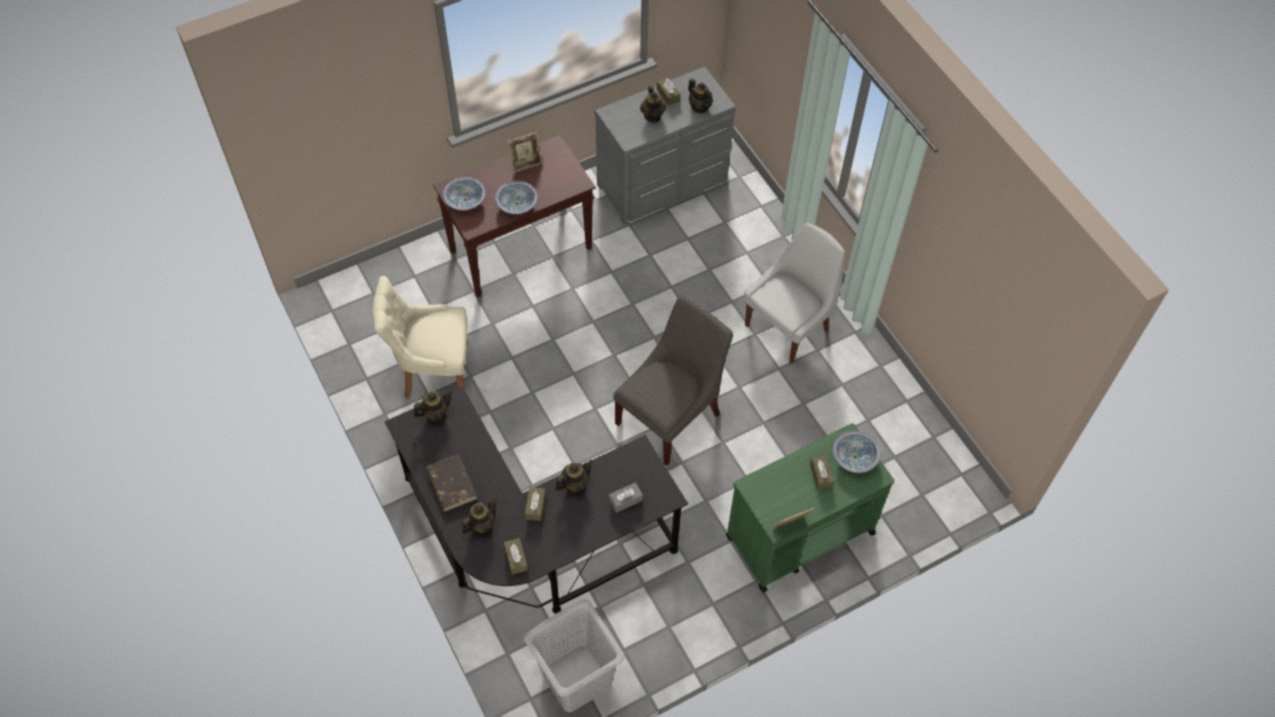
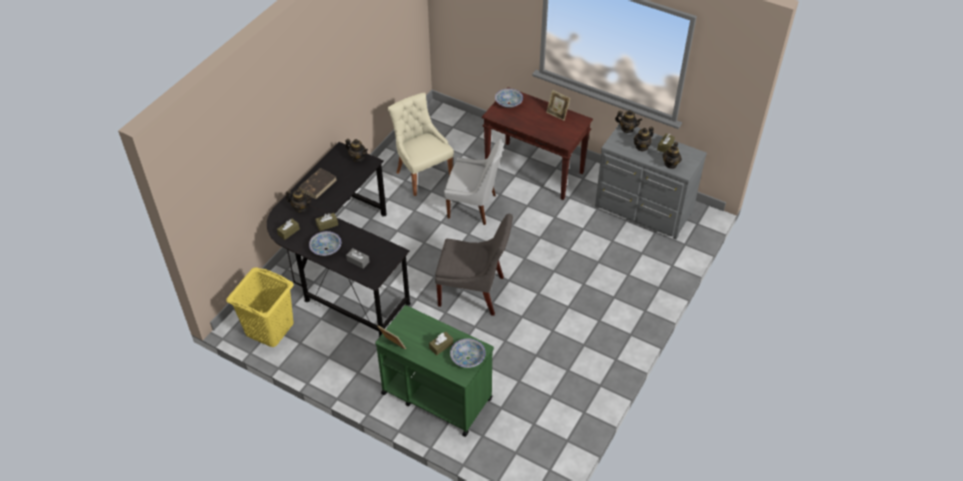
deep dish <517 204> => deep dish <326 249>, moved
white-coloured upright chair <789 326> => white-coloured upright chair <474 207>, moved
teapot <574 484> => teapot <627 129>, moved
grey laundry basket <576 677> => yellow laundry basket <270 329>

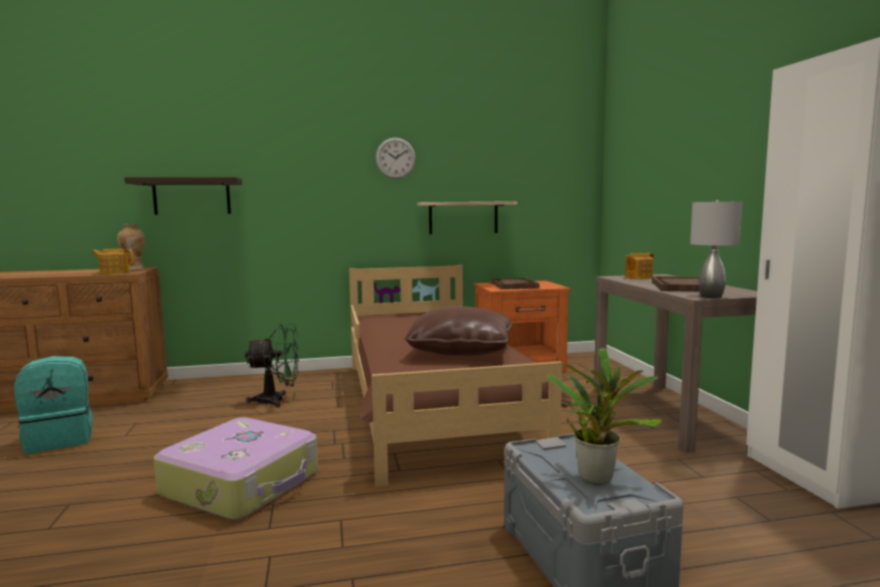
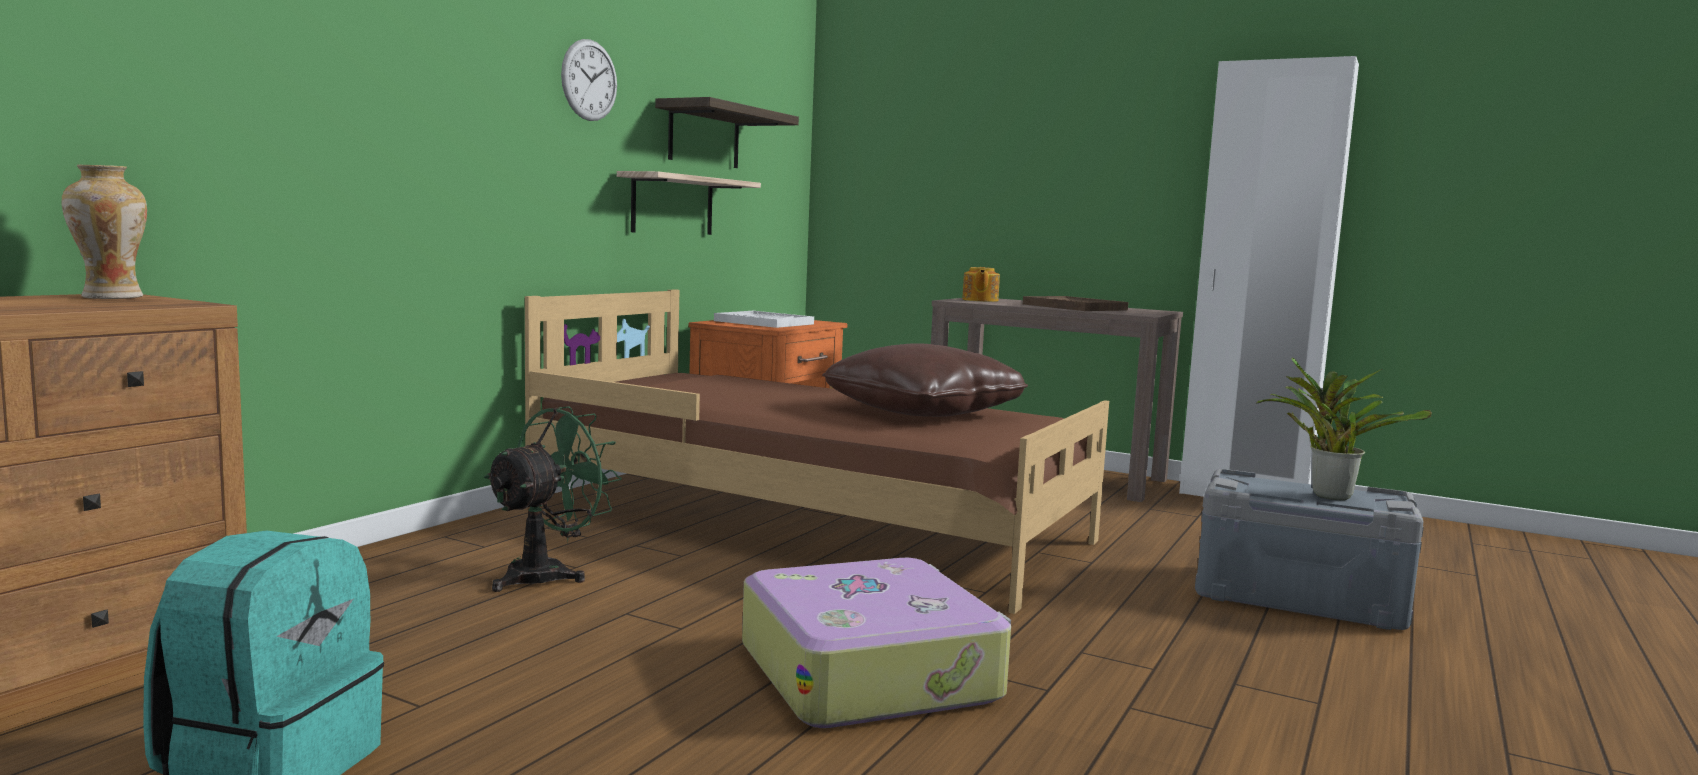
shelf <192 196> => shelf <704 136>, moved
grey table lamp <712 296> => nothing
teapot <114 272> => nothing
brown serving tray <514 285> => white-coloured serving tray <763 322>

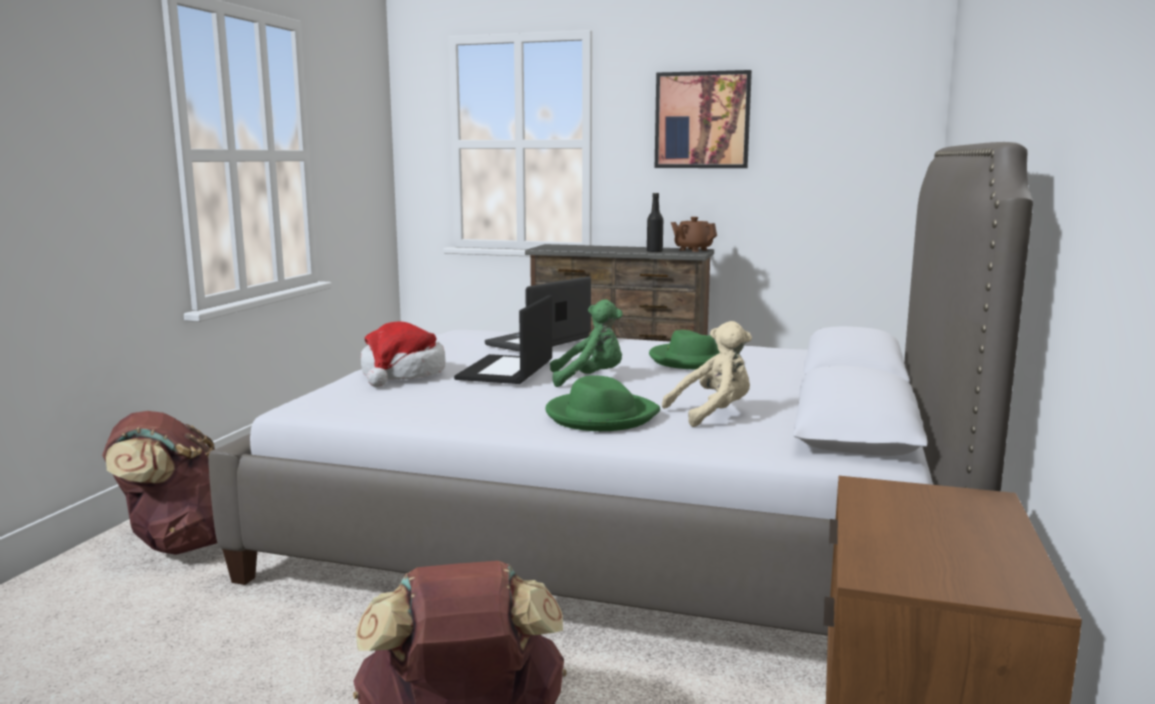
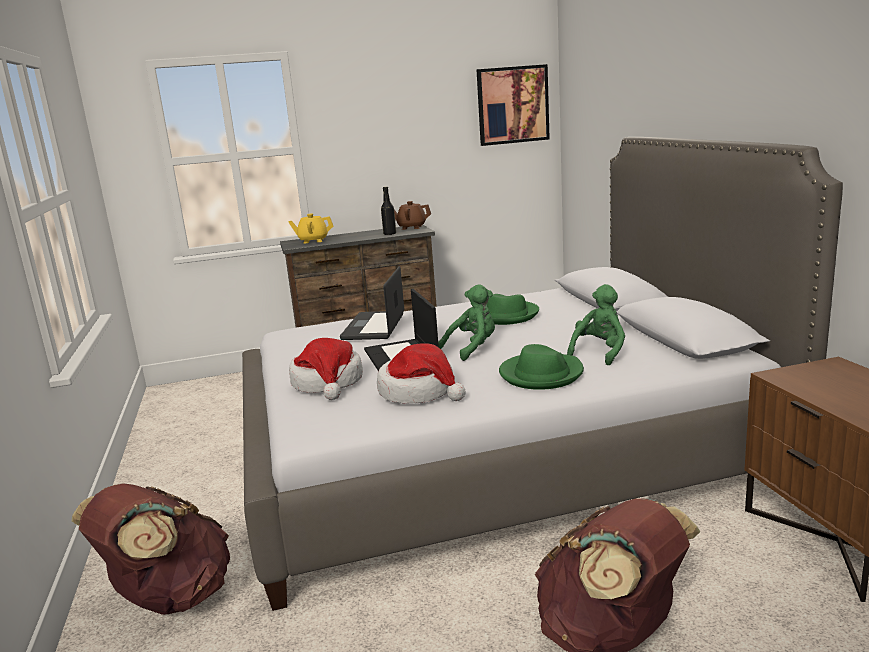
picture <702 120> => picture <512 105>, moved
beige cuddly toy <713 414> => green cuddly toy <599 352>
nothing => yellow teapot <313 241>
nothing => wearable hat <419 392>

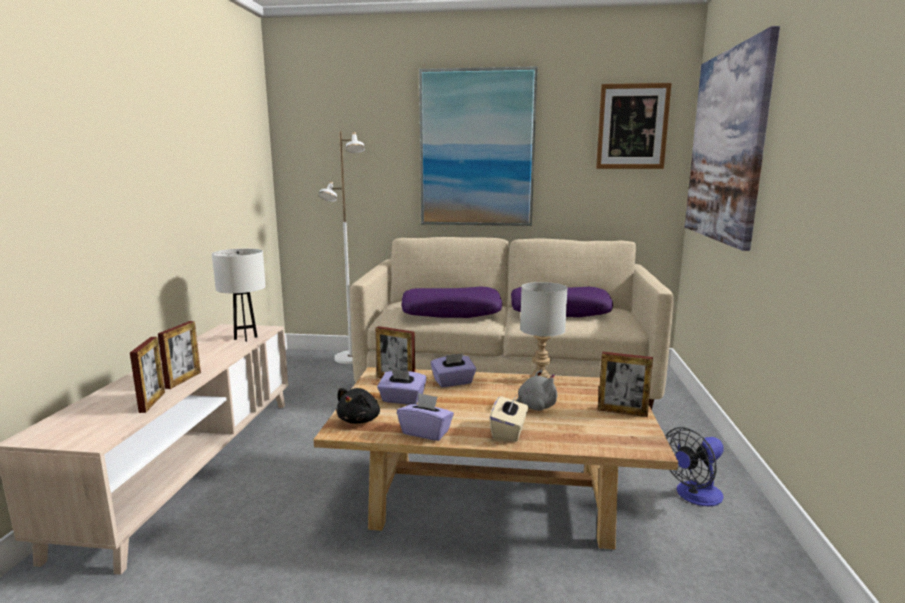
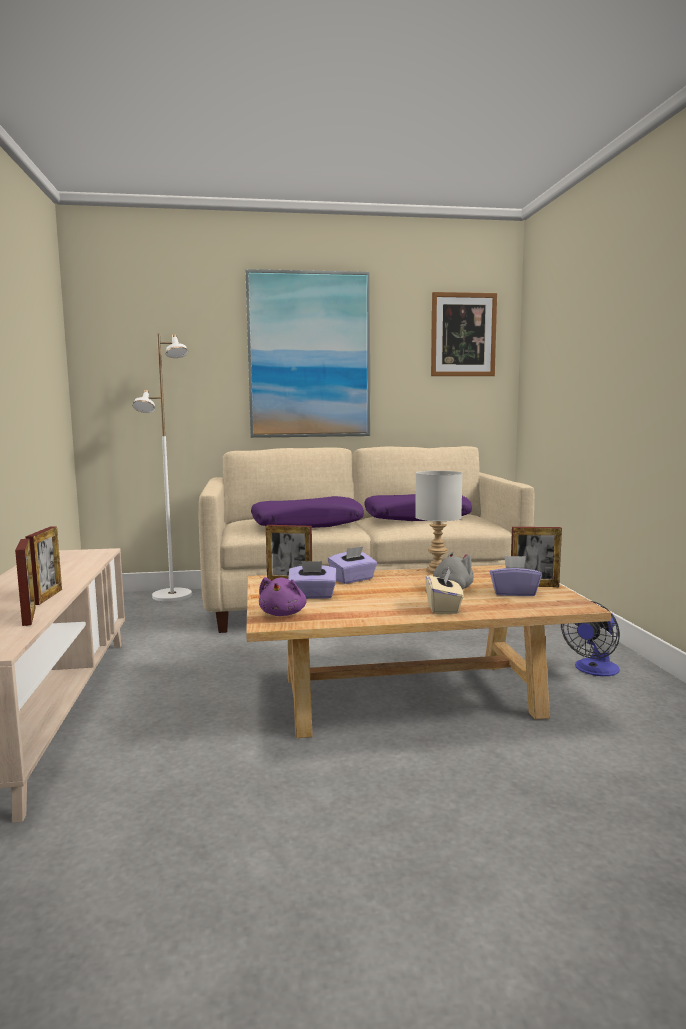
picture <726 146> => nothing
white-coloured table lamp <246 338> => nothing
black-coloured cuddly toy <360 420> => purplish cuddly toy <283 614>
purplish box of tissues <426 432> => purplish box of tissues <514 592>, moved

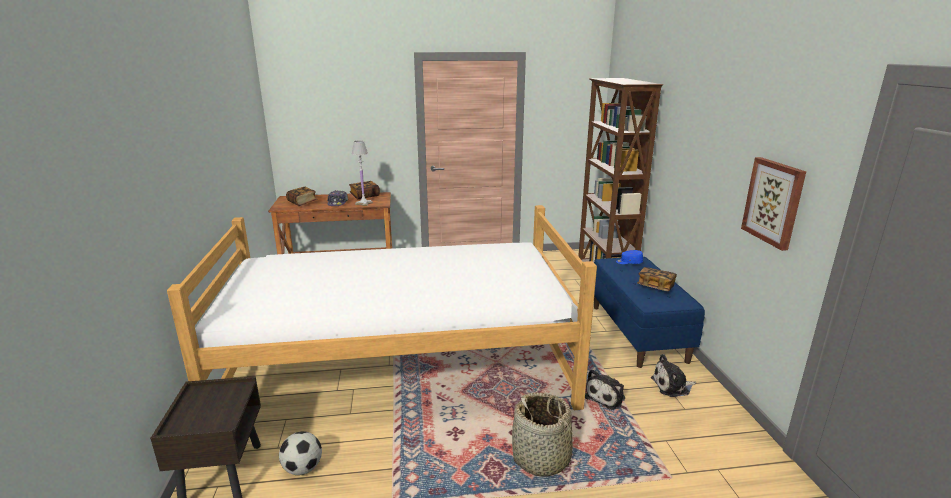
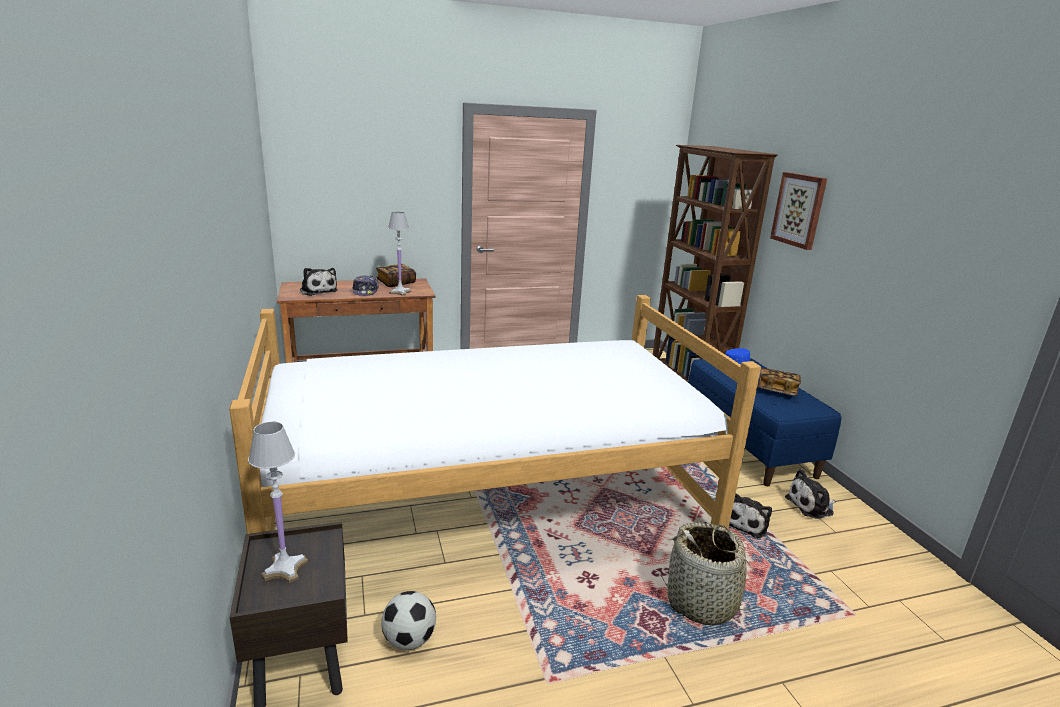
picture <773 202> => picture <799 210>, moved
book <302 202> => cuddly toy <318 291>
nothing => white-coloured table lamp <285 569>

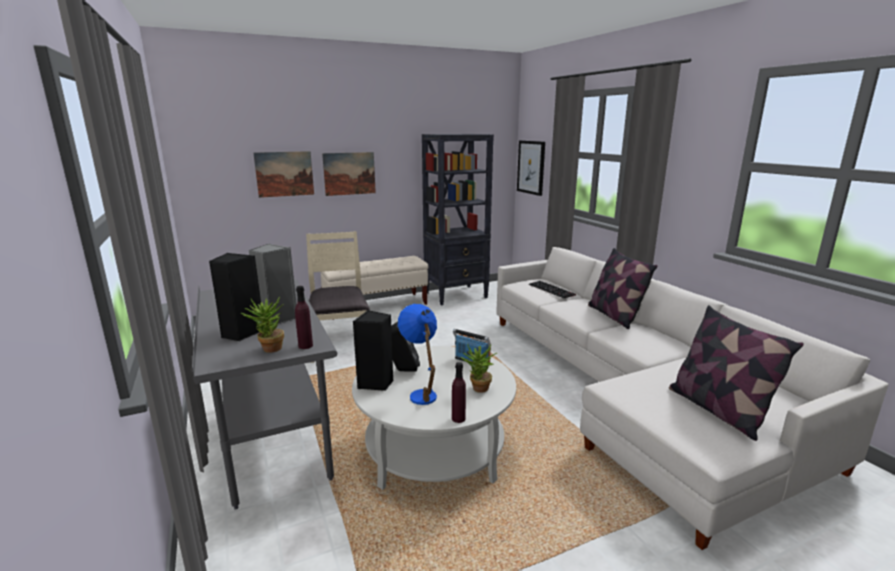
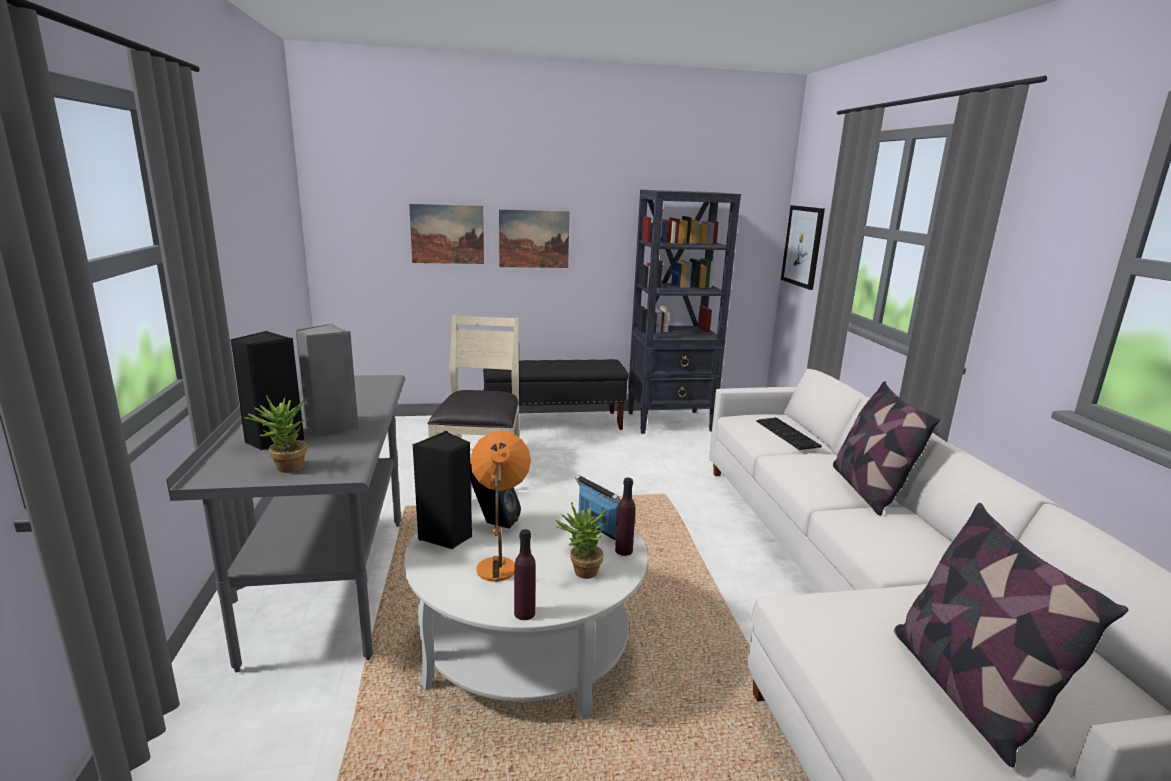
beige long seat <376 306> => black-coloured long seat <553 423>
purplish bottle <305 346> => purplish bottle <623 550>, moved
bluish table lamp <421 392> => orangey table lamp <499 561>

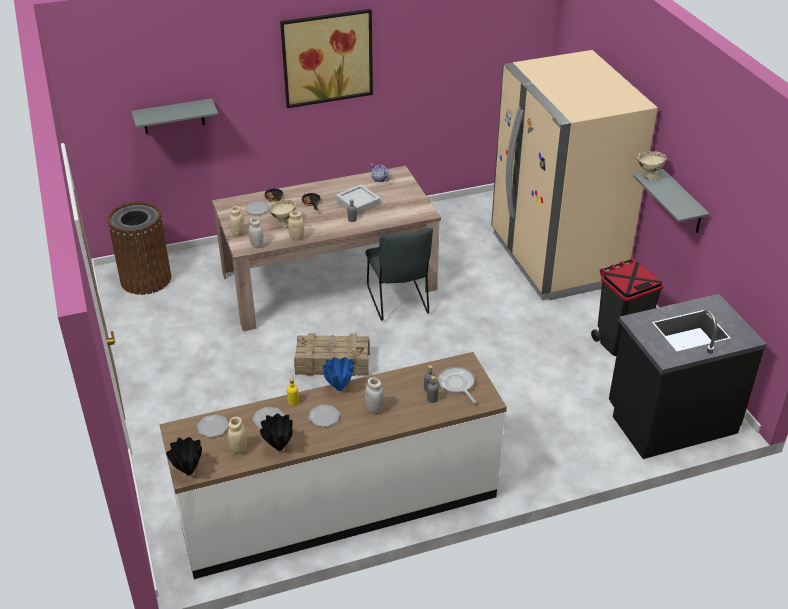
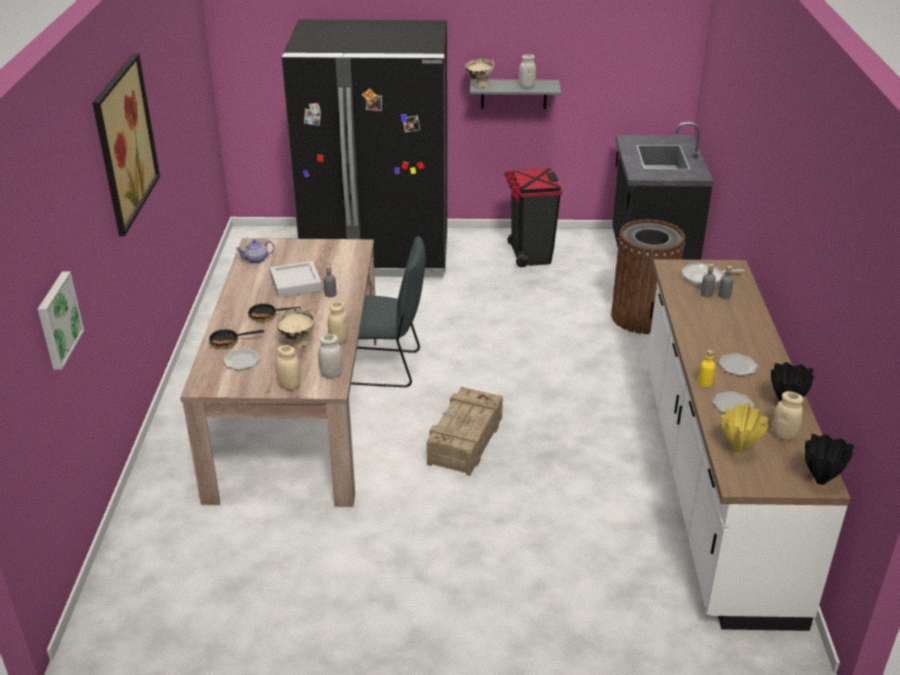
beige fridge <555 258> => black-coloured fridge <377 253>
grey shelf <173 116> => picture <57 319>
brown waste bin <146 279> => brown waste bin <641 317>, moved
bluish flower vase <339 388> => nothing
white-coloured preserve jar <374 408> => white-coloured preserve jar <526 87>, moved
plate <213 426> => yellow flower vase <738 450>

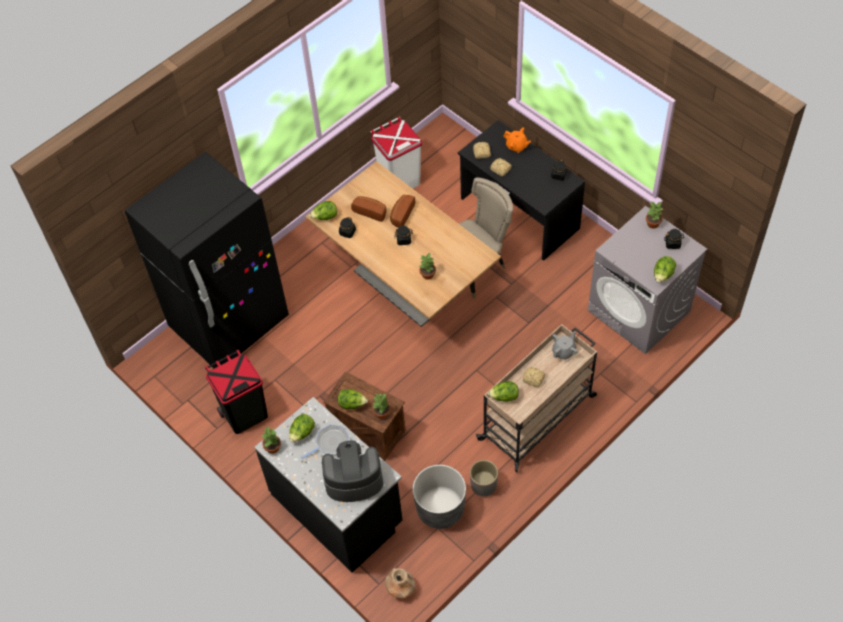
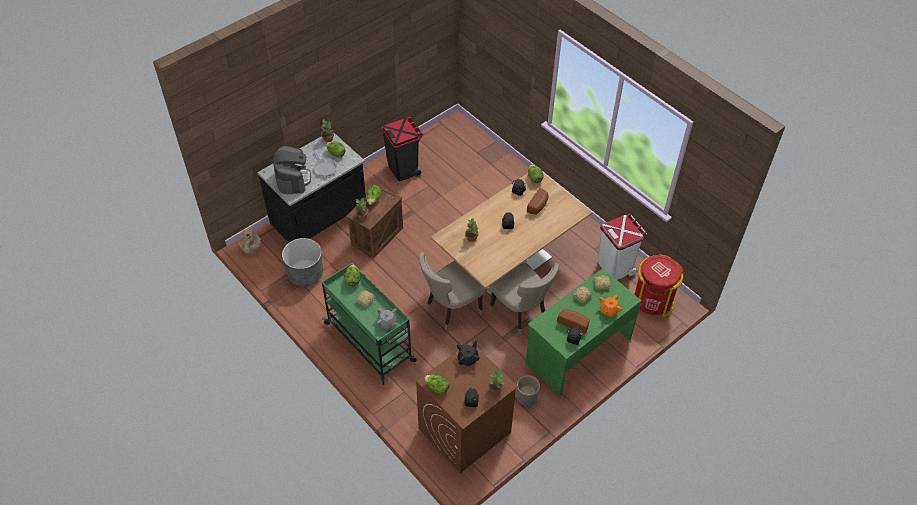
black-coloured desk unit <518 214> => green desk unit <577 350>
black-coloured fridge <230 323> => nothing
bread <401 215> => bread <573 323>, moved
grey laundry machine <639 311> => brown laundry machine <464 431>
beige cart <538 417> => green cart <370 343>
grey flower pot <483 485> => grey flower pot <526 397>, moved
nothing => beige upright chair <450 309>
nothing => red waste bin <652 301>
nothing => black-coloured teapot <468 359>

